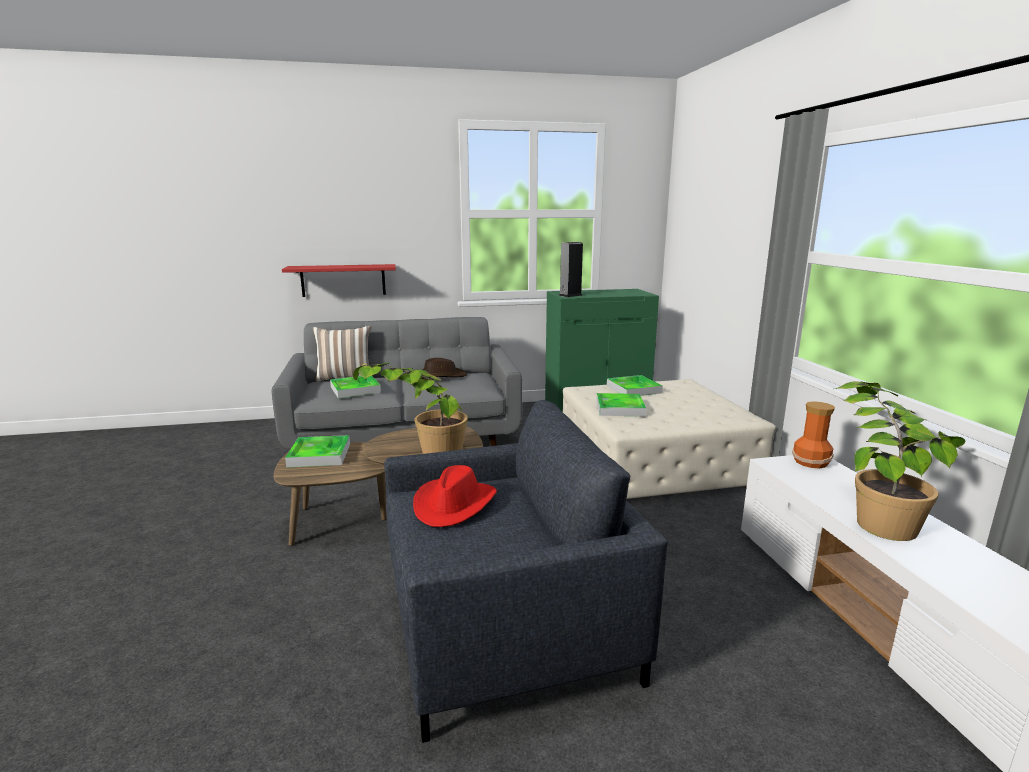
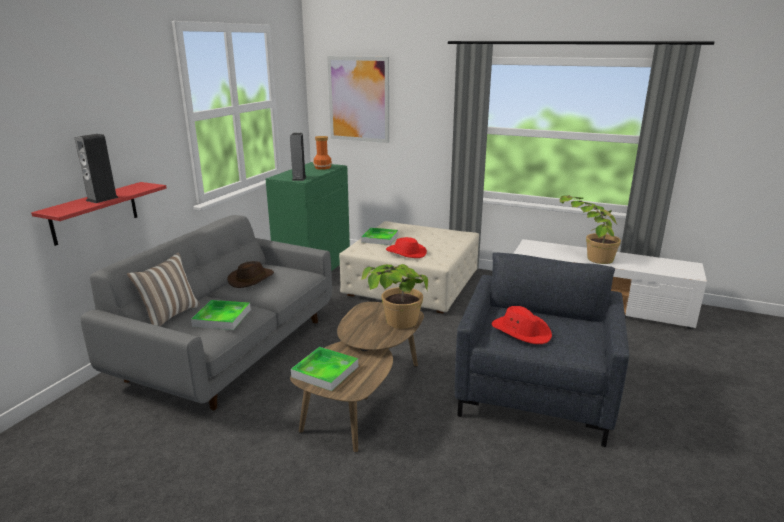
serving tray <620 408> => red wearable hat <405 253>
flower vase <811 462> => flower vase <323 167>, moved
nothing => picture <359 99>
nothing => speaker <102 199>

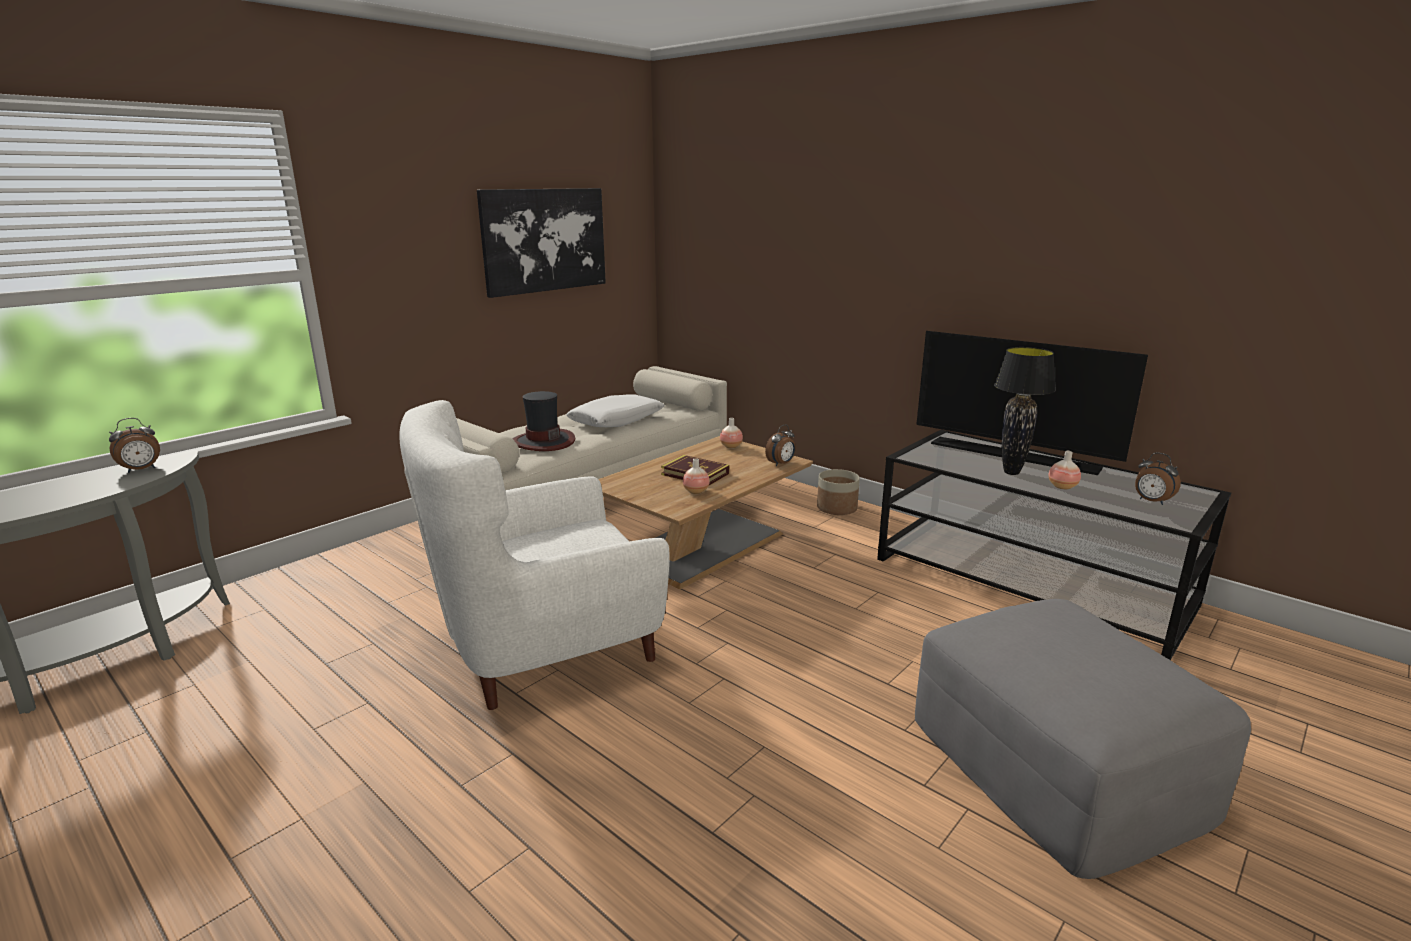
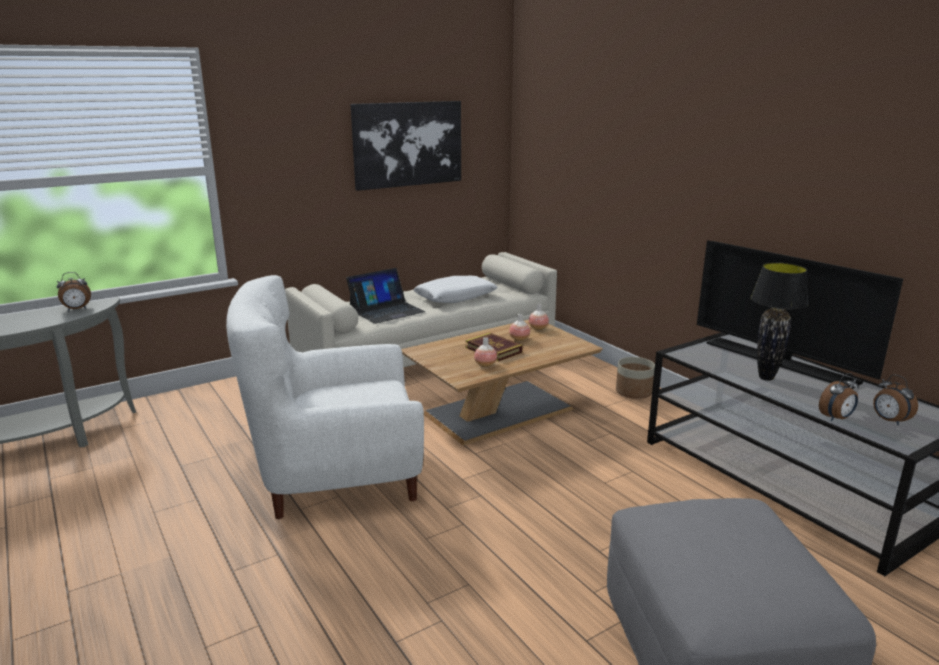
wearable hat <543 441> => laptop <386 310>
bedside clock <781 464> => bedside clock <836 418>, moved
flower vase <1062 487> => flower vase <519 339>, moved

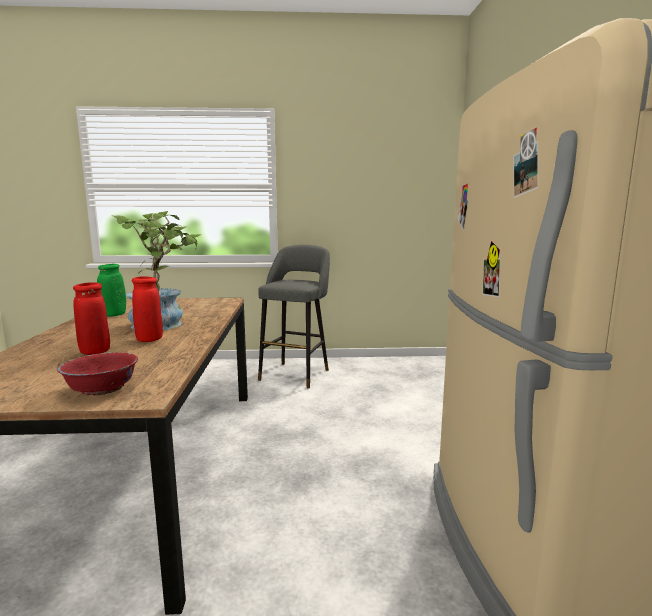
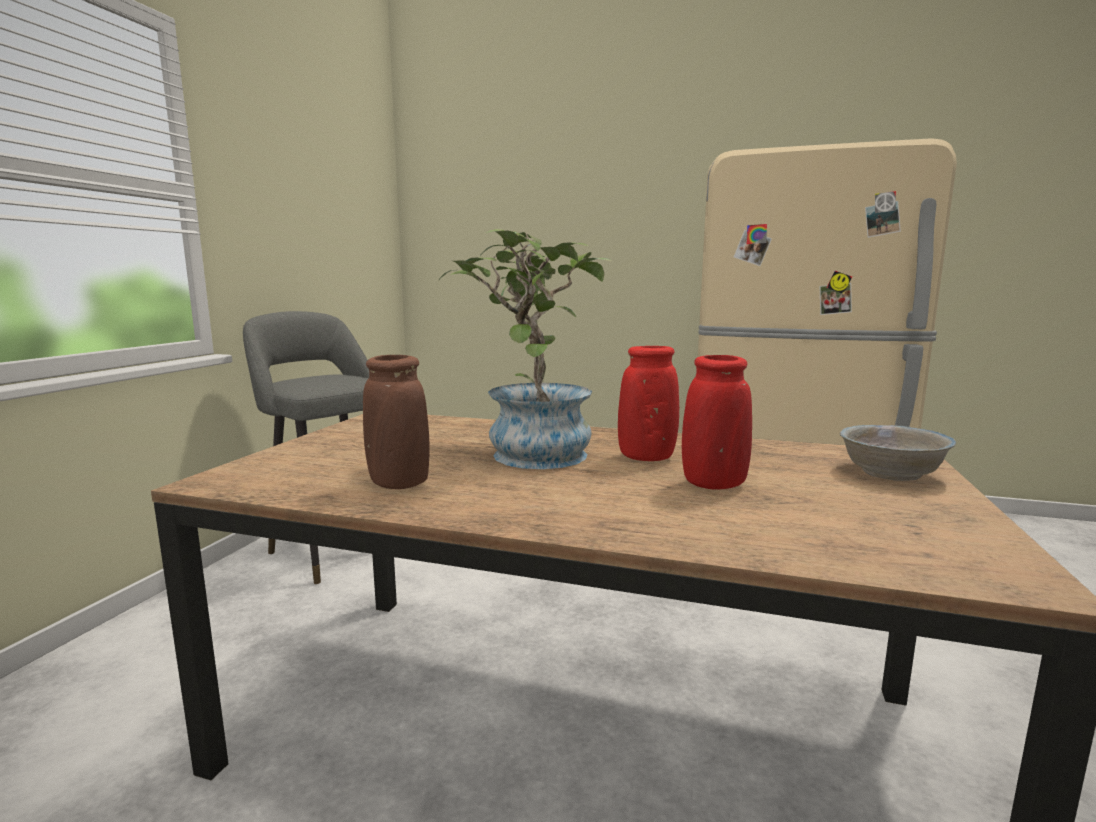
green flower vase <113 315> => brown flower vase <399 484>
red deep dish <102 389> => white-coloured deep dish <891 473>

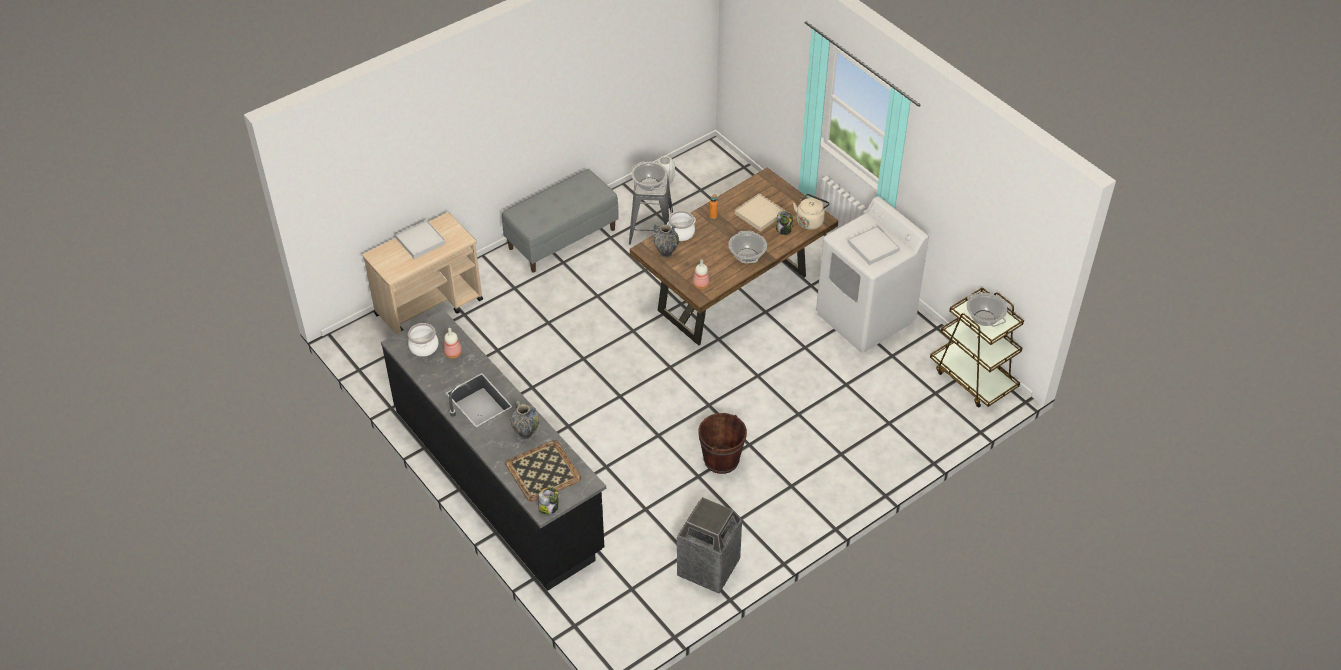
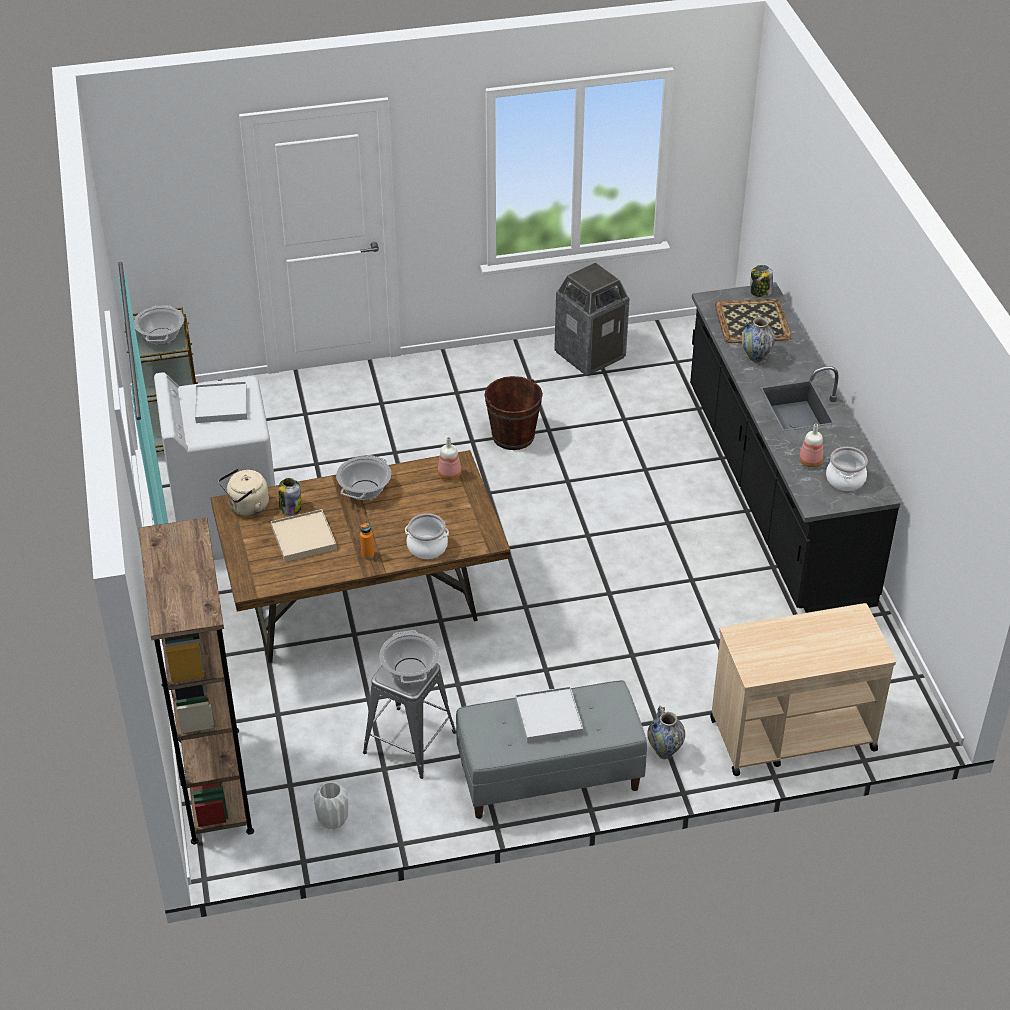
white-coloured serving tray <421 241> => white-coloured serving tray <548 717>, moved
flower vase <666 253> => flower vase <664 752>, moved
nothing => brown bookcase <215 784>

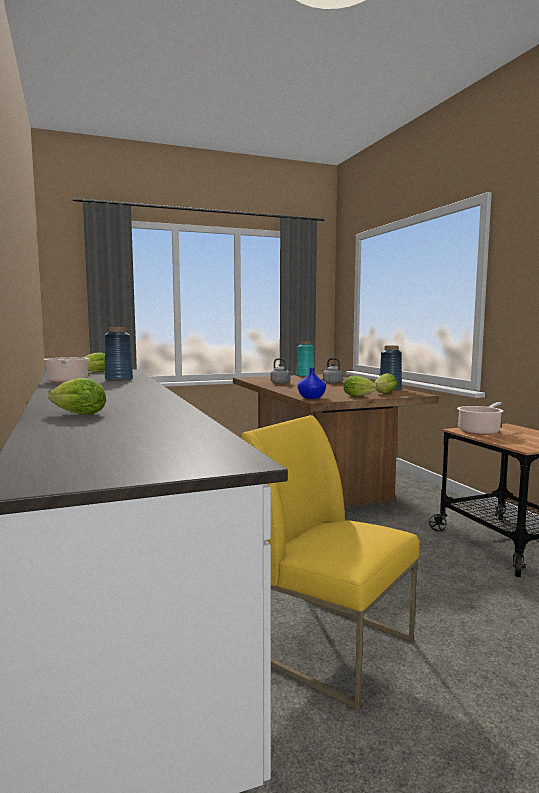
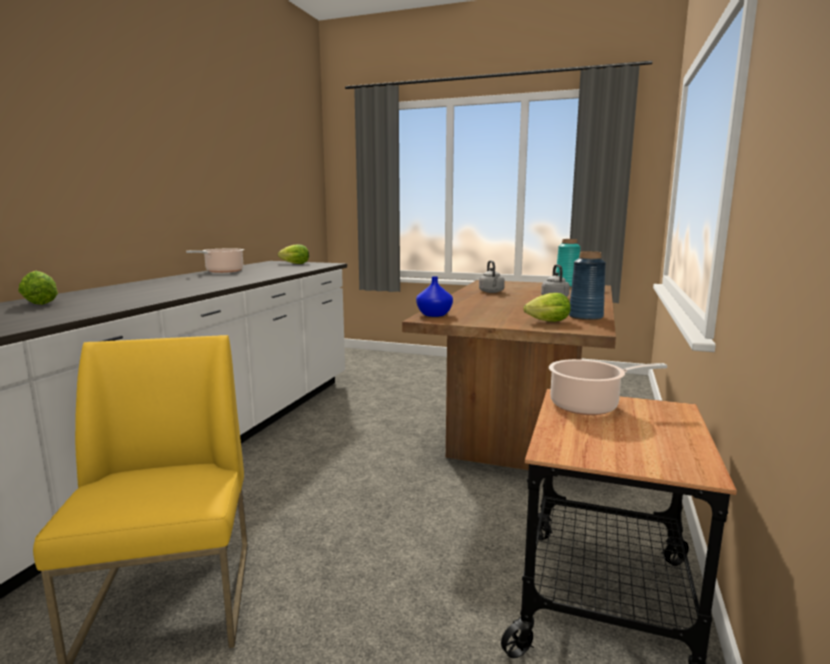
bluish flower vase <119 379> => nothing
head of lettuce <360 396> => nothing

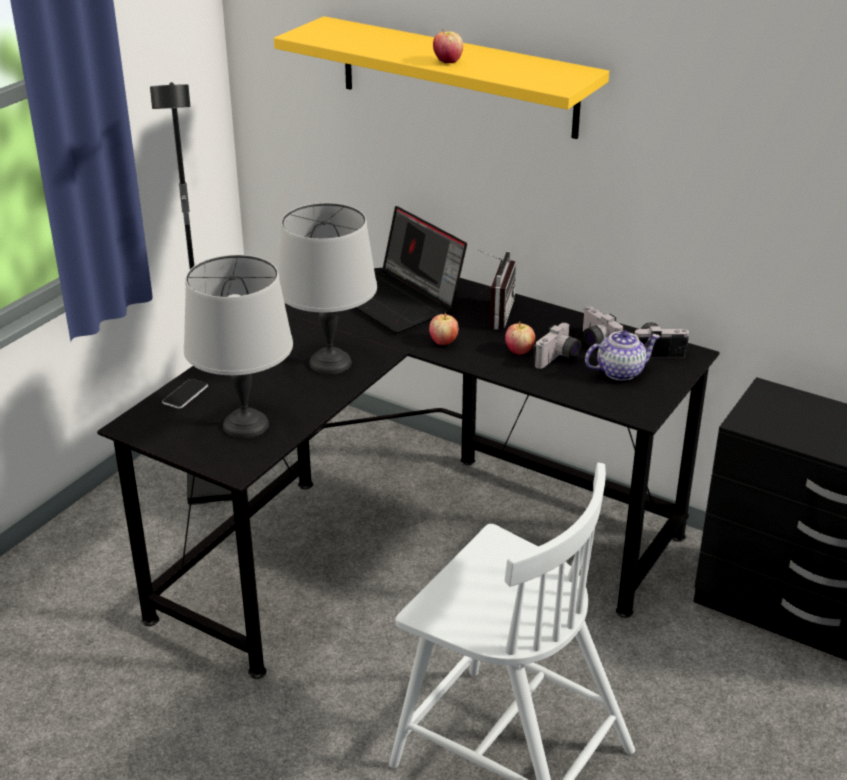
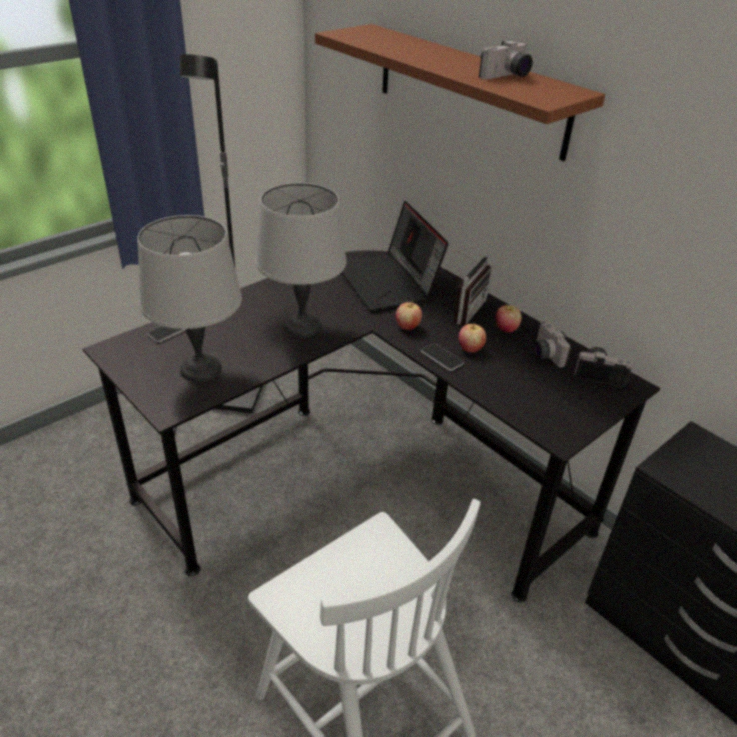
yellow shelf <457 77> => brown shelf <469 89>
apple <447 61> => apple <506 329>, moved
still camera <558 359> => still camera <506 76>, moved
teapot <620 371> => nothing
nothing => phone <442 357>

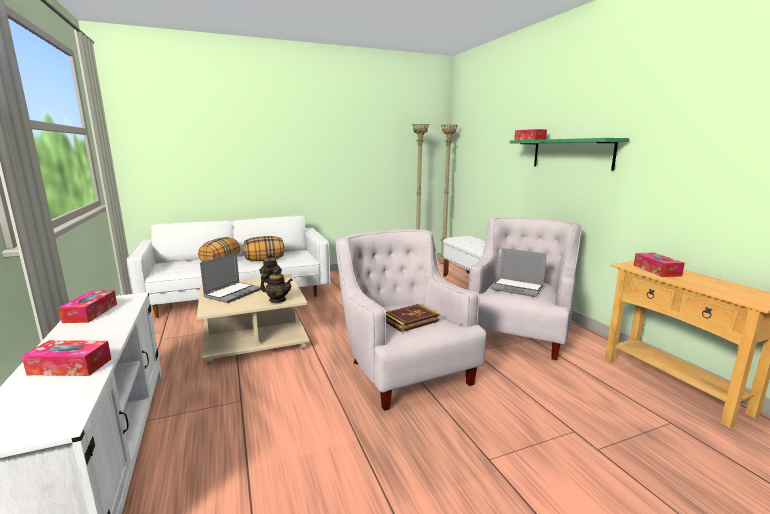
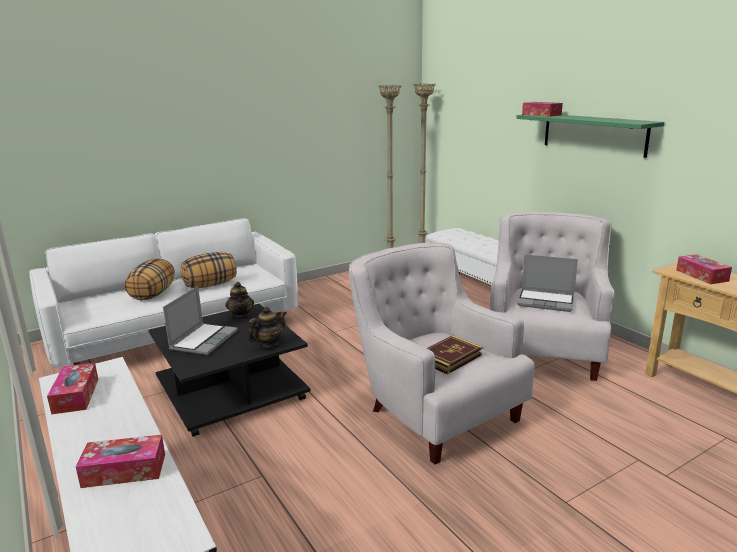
teapot <277 300> => teapot <269 345>, 45 degrees counterclockwise
beige coffee table <255 336> => black-coloured coffee table <232 390>

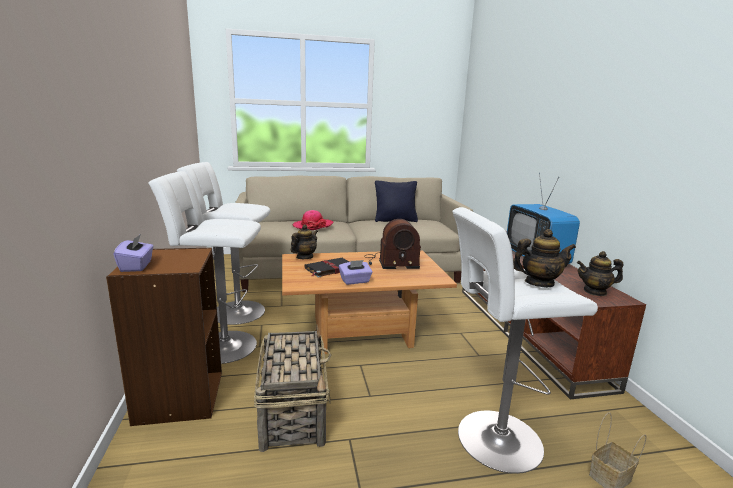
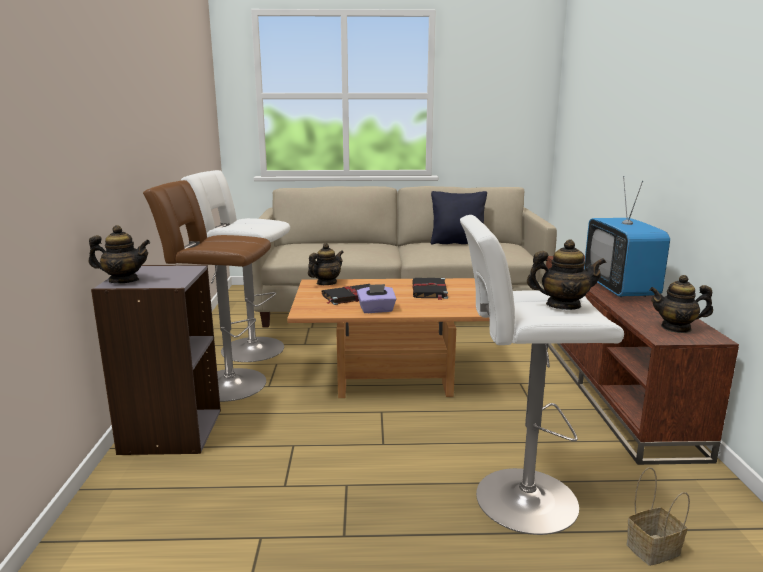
white-coloured sitting stool <220 346> => brown sitting stool <224 384>
wearable hat <313 226> => nothing
radio <390 262> => black-coloured book <429 291>
purplish box of tissues <137 266> => teapot <123 281>
brown bookcase <179 397> => grey bookcase <170 431>
household basket <293 411> => nothing

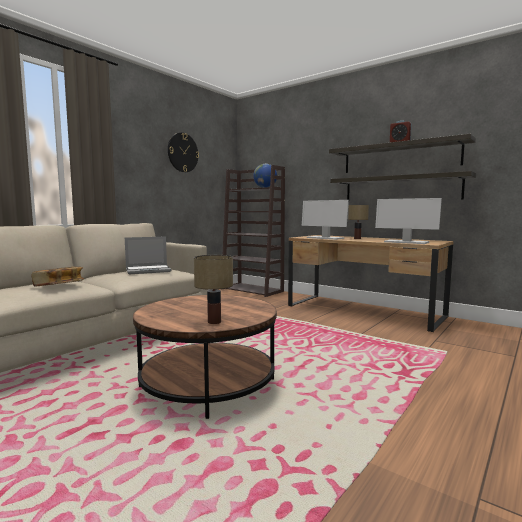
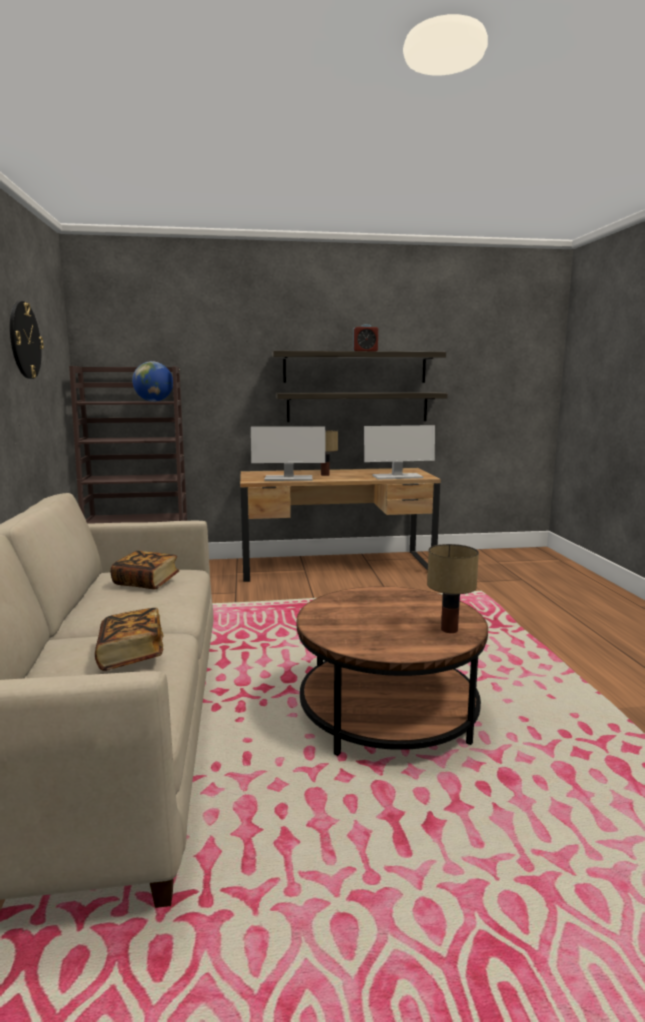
laptop <149 270> => book <146 582>

